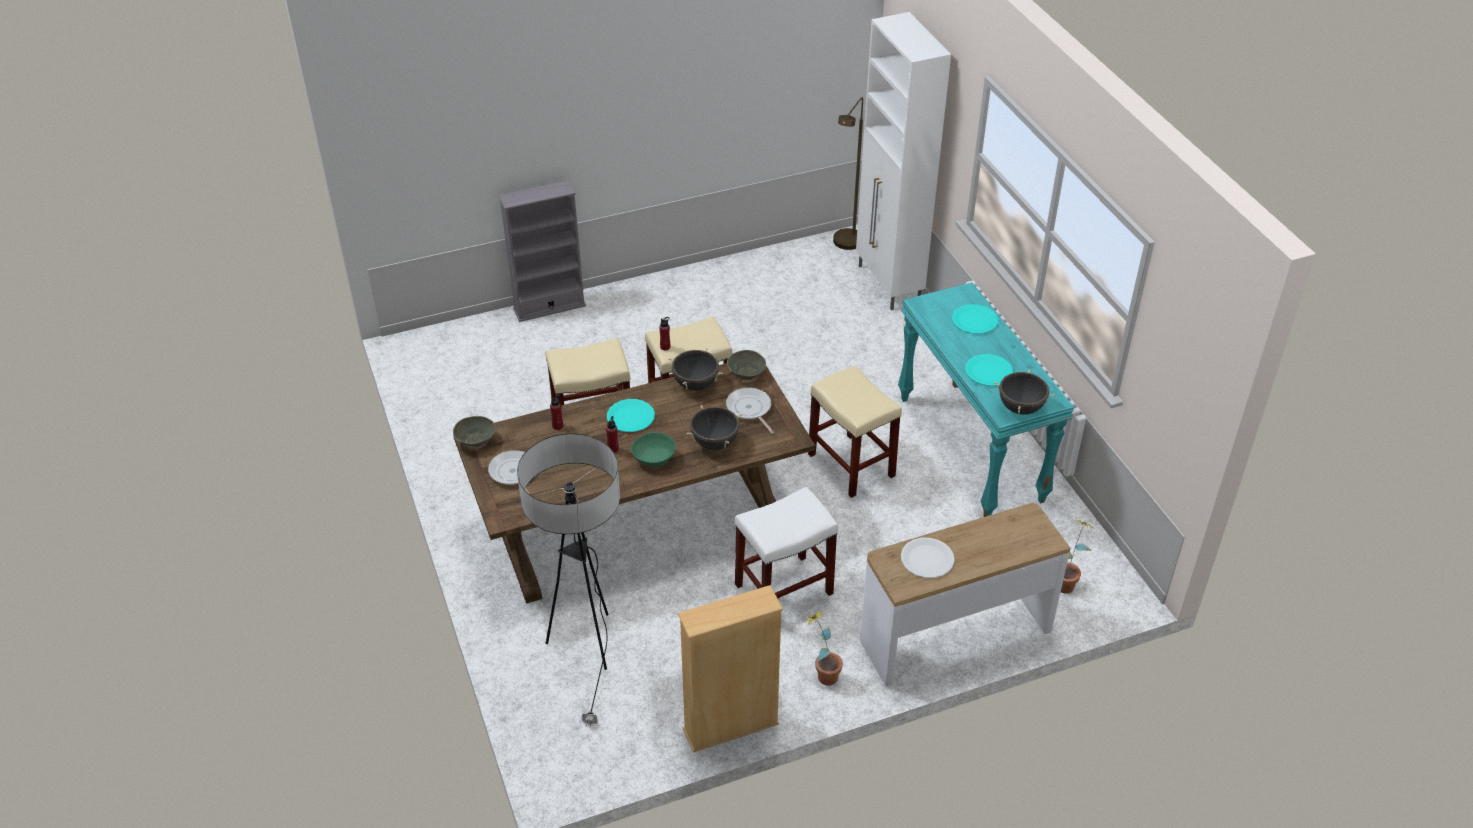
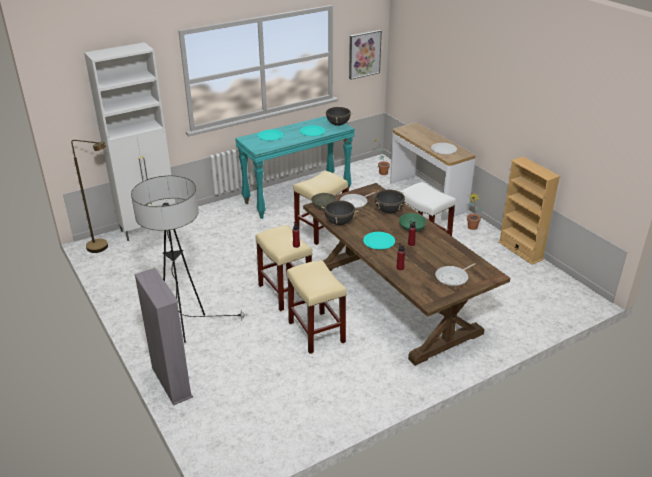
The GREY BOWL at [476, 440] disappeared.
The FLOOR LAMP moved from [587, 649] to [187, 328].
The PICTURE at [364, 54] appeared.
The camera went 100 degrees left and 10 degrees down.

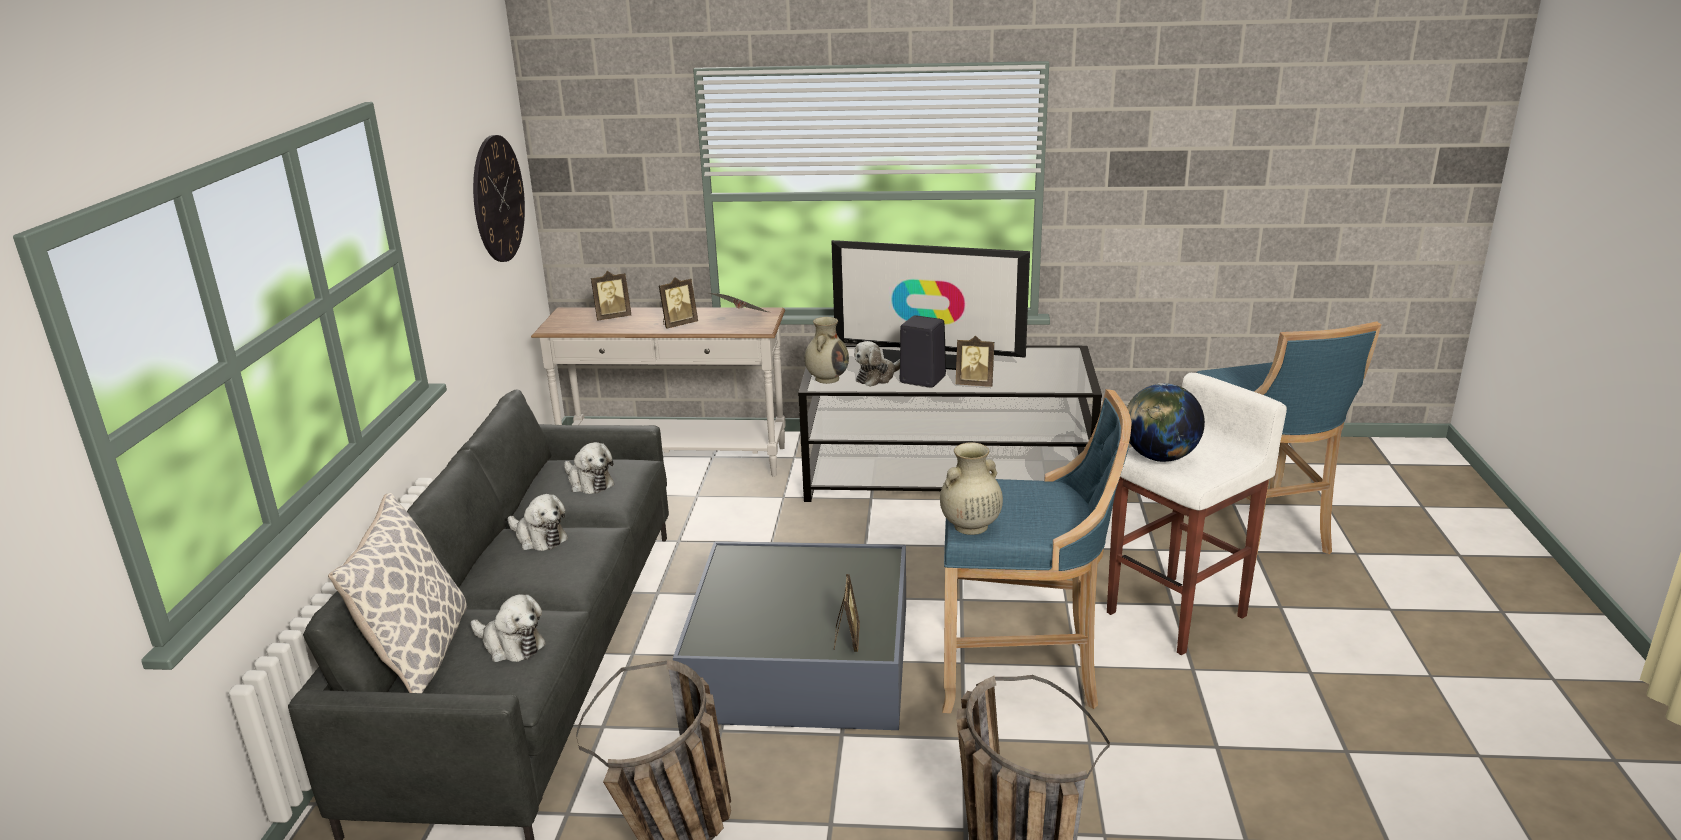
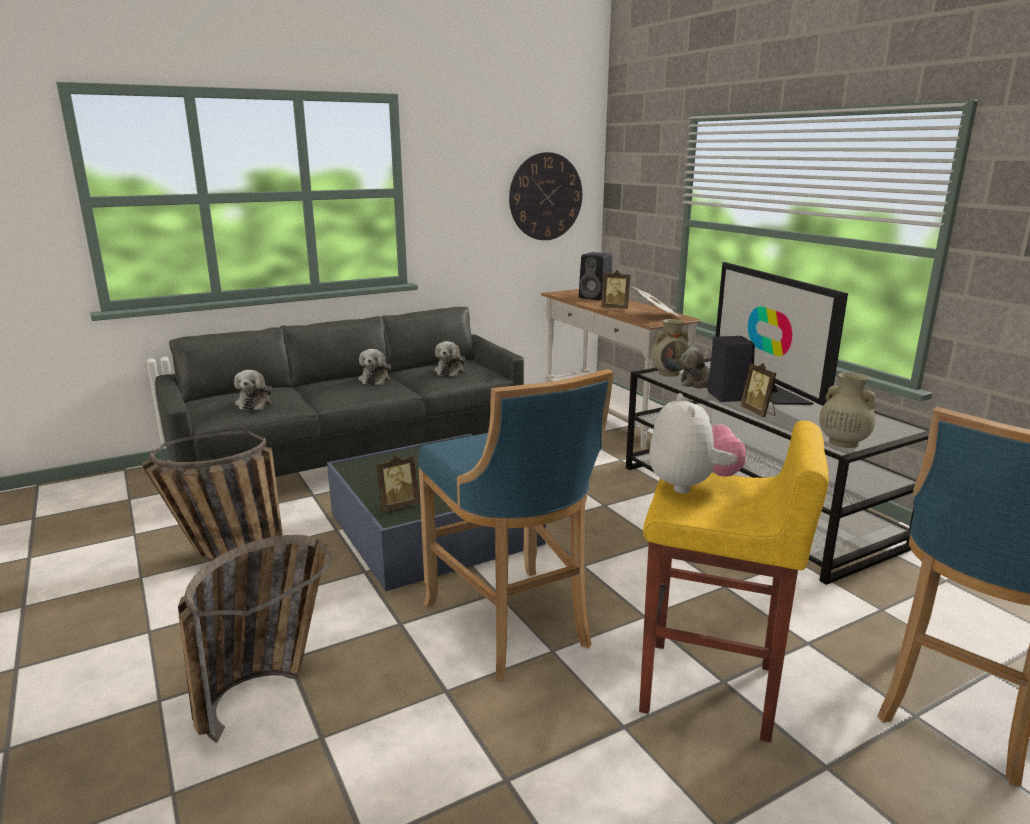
The PILLOW at [418, 652] disappeared.
The PICTURE FRAME at [613, 317] was replaced by the BLACK SPEAKER at [596, 297].
The BEIGE VASE moved from [970, 526] to [842, 442].
The WHITE STOOL at [1179, 614] became the YELLOW STOOL at [710, 690].
The GLOBE at [1160, 458] was replaced by the PLUSH TOY at [691, 485].
The camera went 55 degrees right and 5 degrees down.

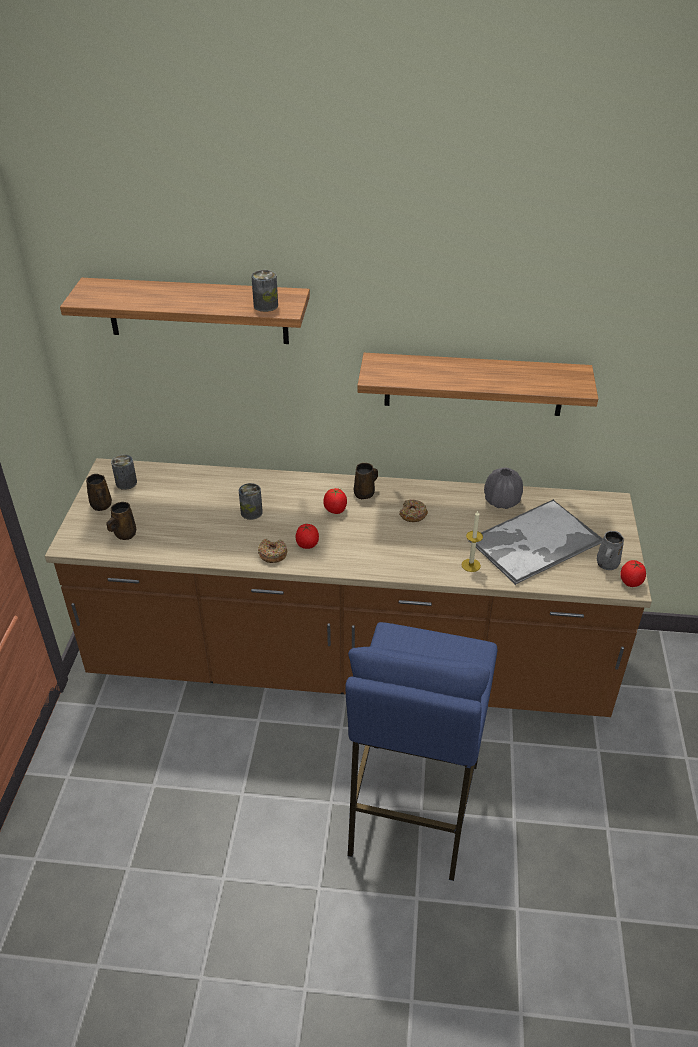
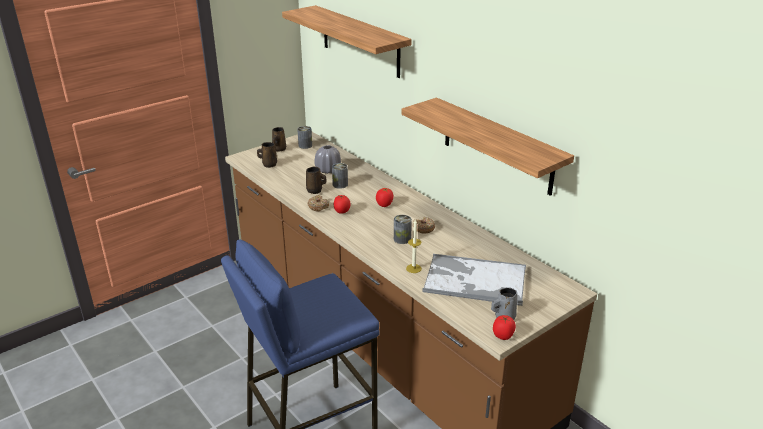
The CAN moved from [266, 305] to [402, 239].
The BROWN MUG moved from [365, 493] to [315, 191].
The GREY VASE moved from [501, 501] to [328, 170].
The camera went 45 degrees right and 10 degrees down.

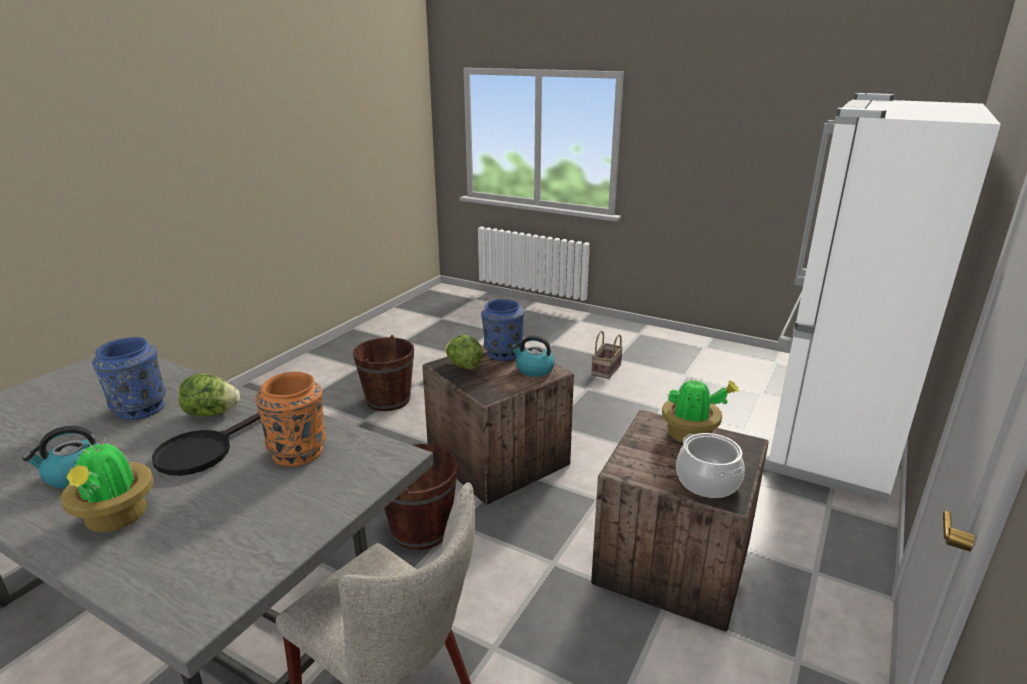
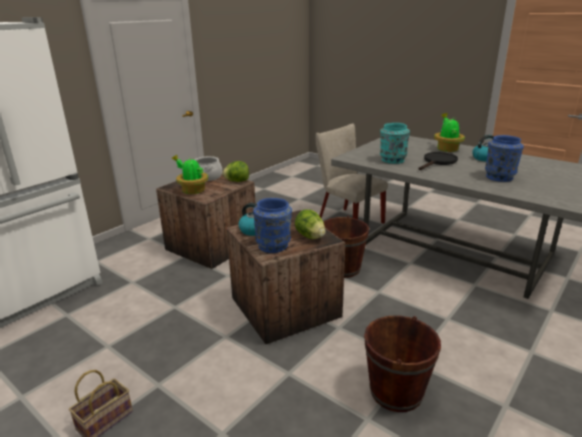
The LETTUCE moved from [211, 413] to [237, 181].
The ORANGE VASE at [298, 451] became the TURQUOISE VASE at [392, 160].
The camera went 170 degrees left and 0 degrees up.

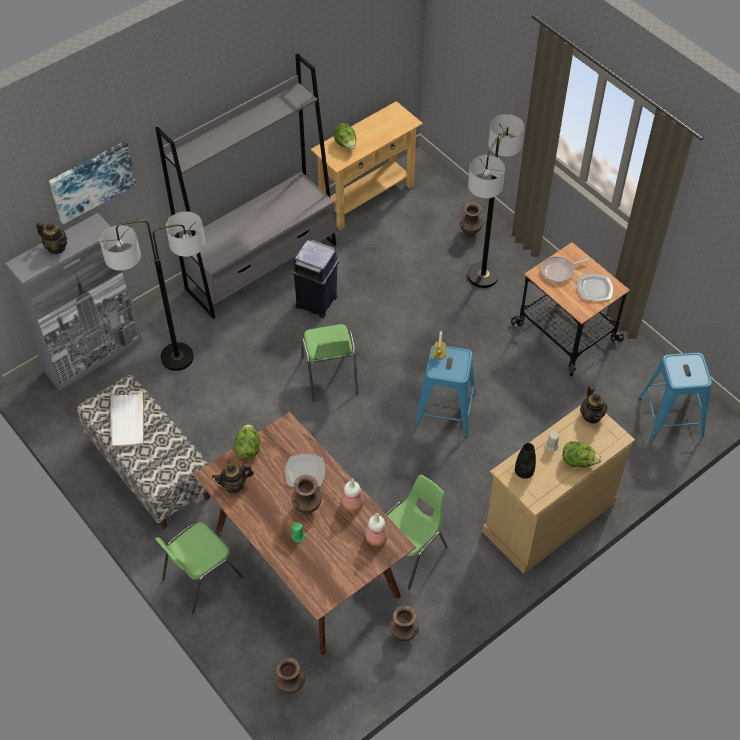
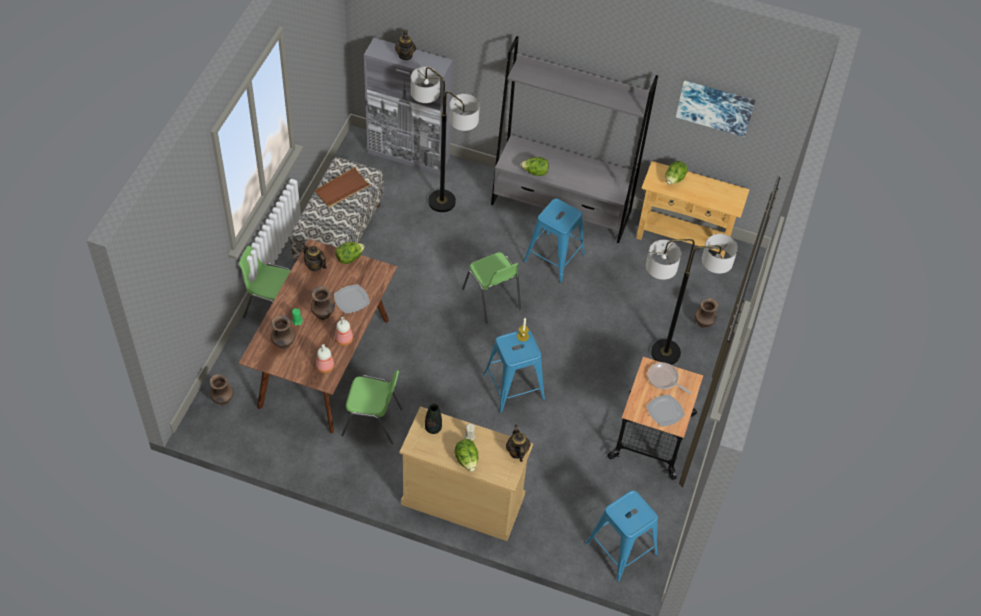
The PICTURE moved from [92, 181] to [715, 107].
The WHITE TRAY at [128, 421] became the BROWN TRAY at [342, 189].
The BLUE TRASH CAN at [317, 302] was replaced by the BLUE STOOL at [554, 258].
The GREEN CHAIR at [330, 376] turned 75 degrees counterclockwise.
The BROWN VASE moved from [404, 634] to [284, 345].
The TEAPOT at [591, 415] turned 120 degrees clockwise.
The LETTUCE at [535, 172] appeared.
The camera went 55 degrees right and 0 degrees up.

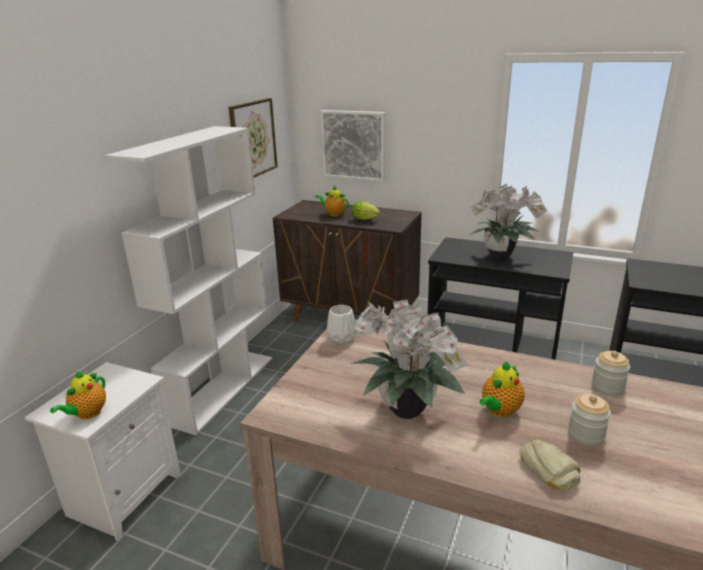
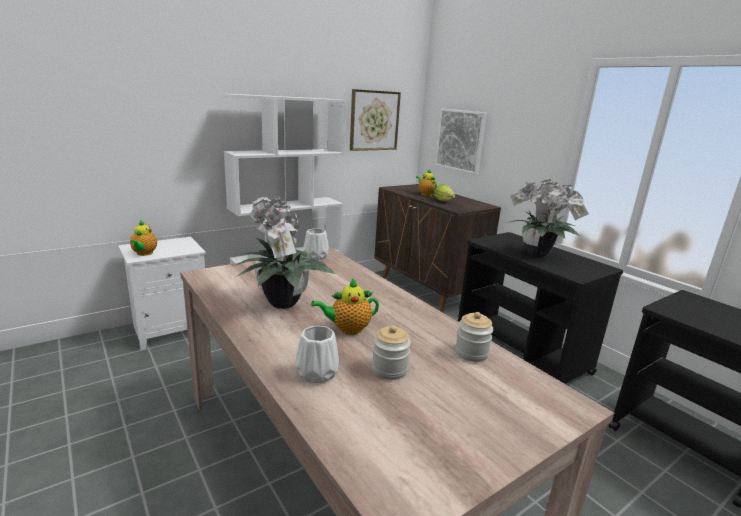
The TEAPOT at [87, 414] turned 60 degrees counterclockwise.
The BREAD at [549, 468] was replaced by the WHITE VASE at [318, 373].
The camera went 30 degrees right and 5 degrees down.

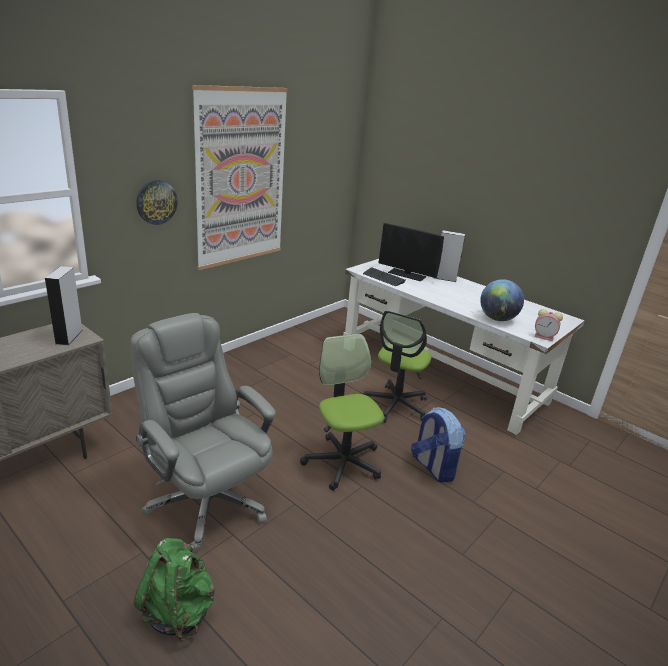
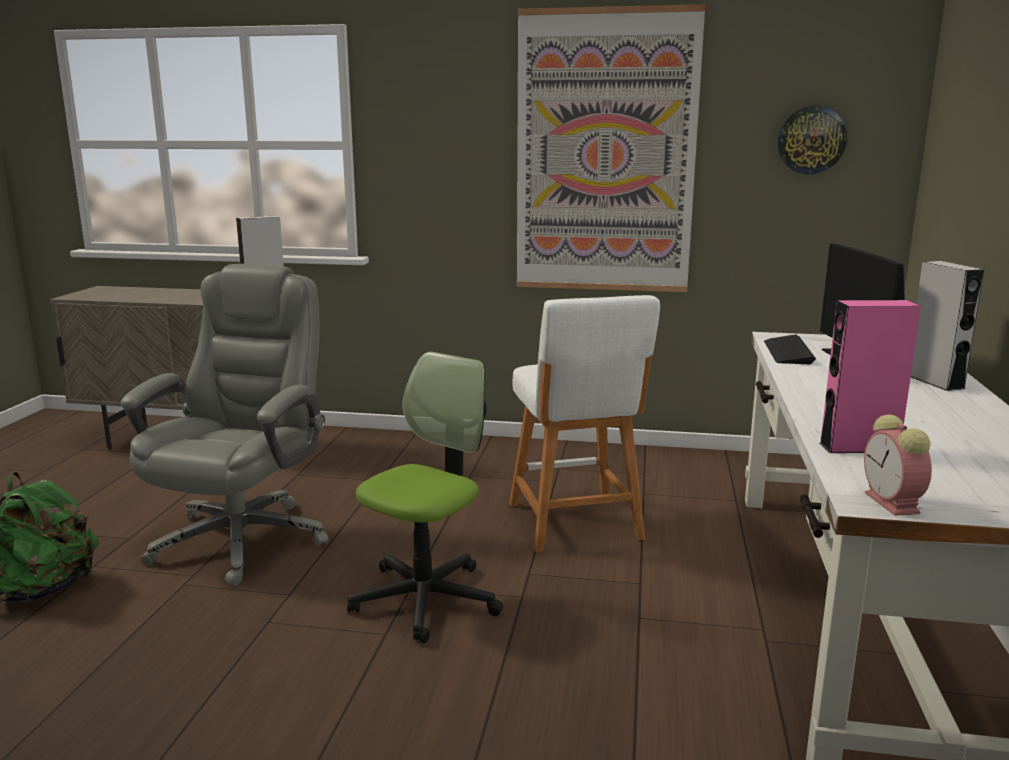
The WALL CLOCK moved from [156, 202] to [811, 140].
The OFFICE CHAIR at [395, 405] disappeared.
The BACKPACK at [433, 467] disappeared.
The GLOBE at [497, 319] was replaced by the PINK SPEAKER at [859, 447].
The WHITE STOOL at [576, 524] appeared.
The camera went 60 degrees right and 10 degrees down.

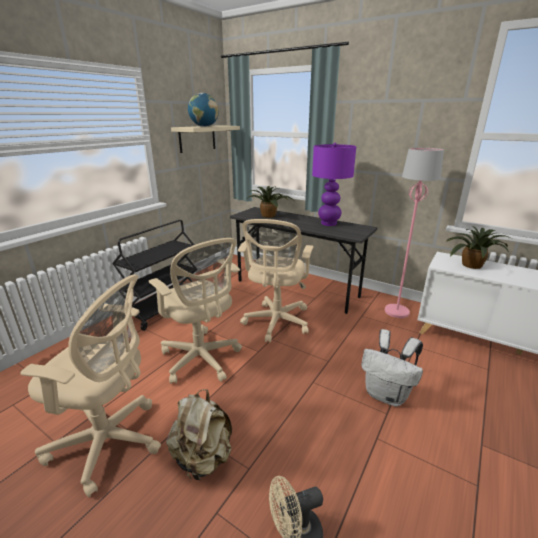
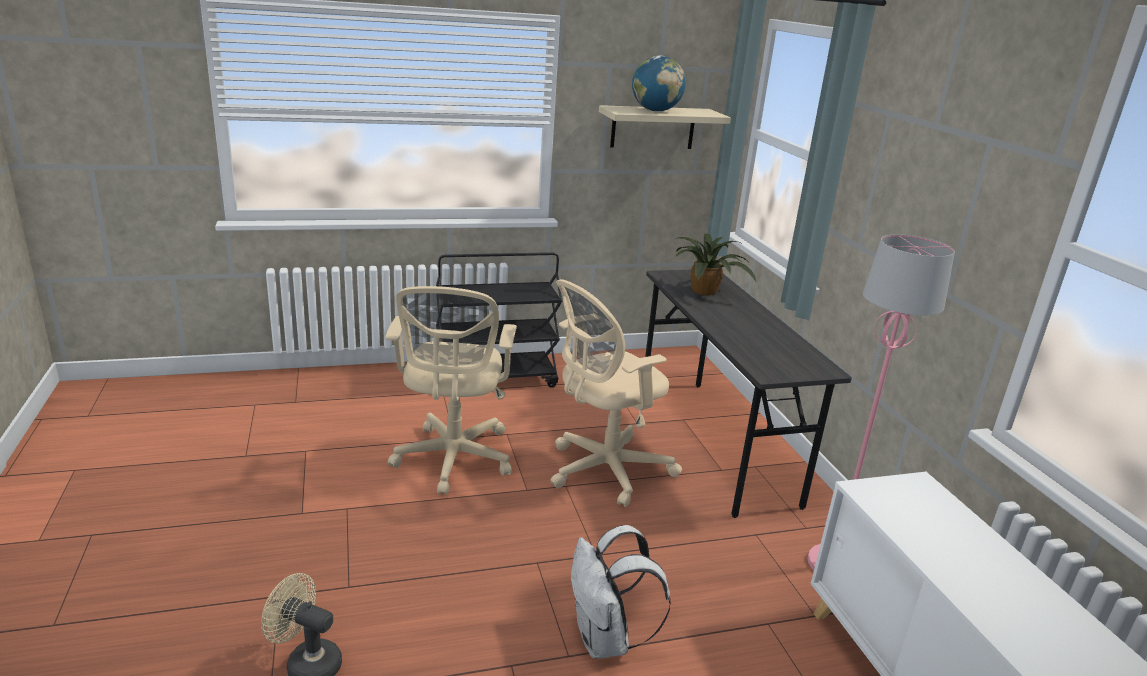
The BEIGE OFFICE CHAIR at [110, 442] disappeared.
The BEIGE BACKPACK at [203, 458] disappeared.
The PURPLE TABLE LAMP at [329, 223] disappeared.
The POTTED PLANT at [471, 266] disappeared.
The camera went 40 degrees right and 0 degrees up.

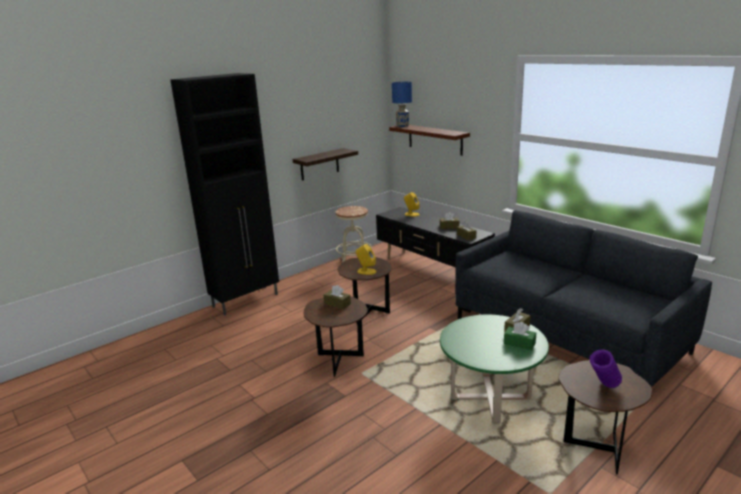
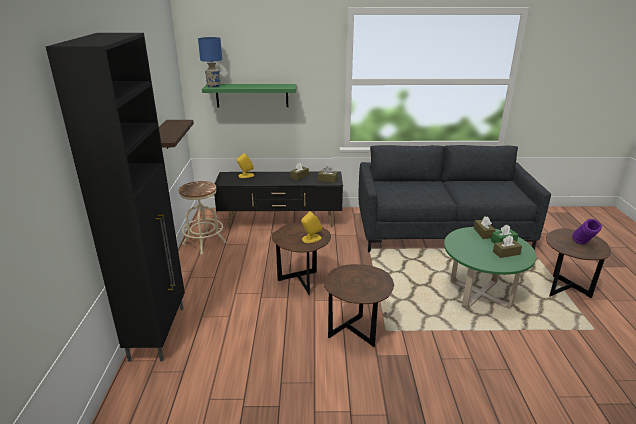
The BROWN TISSUE BOX moved from [337, 304] to [506, 253].
The BROWN SHELF at [435, 139] became the GREEN SHELF at [252, 95].
The camera went 50 degrees left and 5 degrees up.

